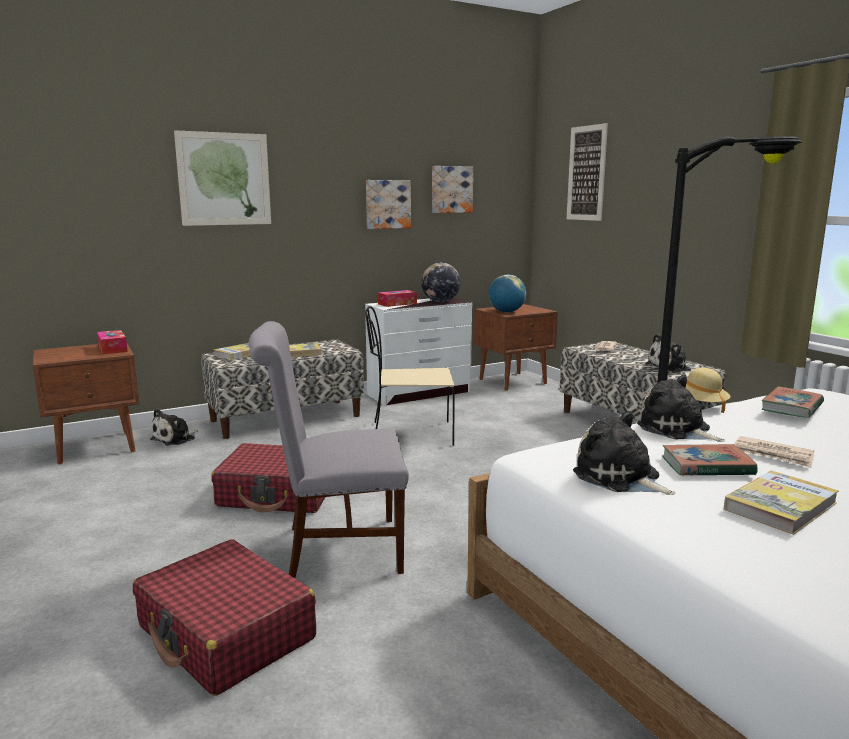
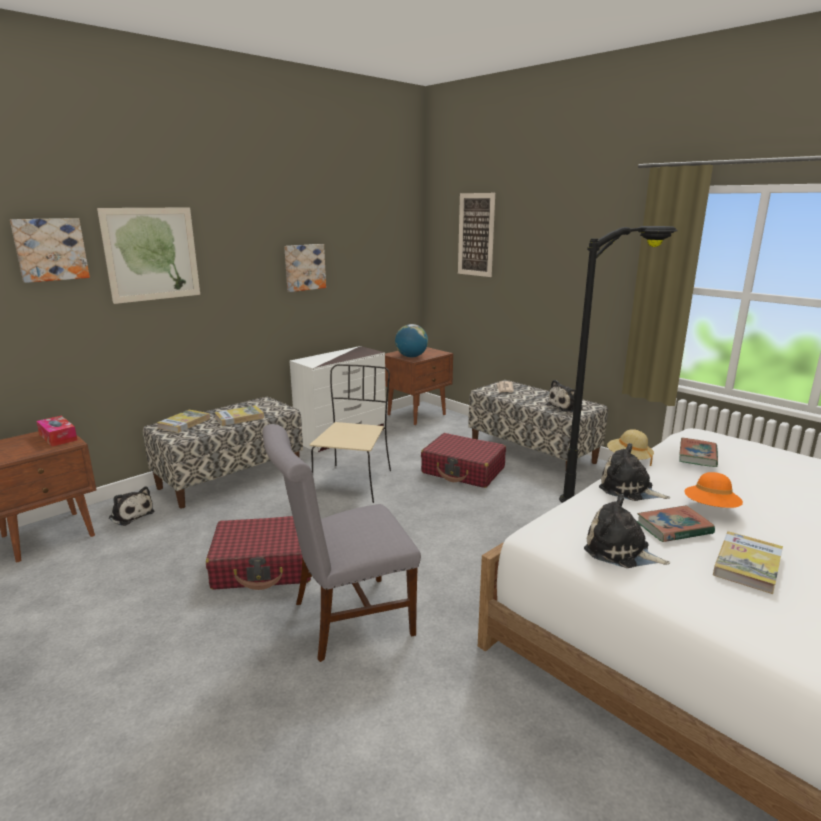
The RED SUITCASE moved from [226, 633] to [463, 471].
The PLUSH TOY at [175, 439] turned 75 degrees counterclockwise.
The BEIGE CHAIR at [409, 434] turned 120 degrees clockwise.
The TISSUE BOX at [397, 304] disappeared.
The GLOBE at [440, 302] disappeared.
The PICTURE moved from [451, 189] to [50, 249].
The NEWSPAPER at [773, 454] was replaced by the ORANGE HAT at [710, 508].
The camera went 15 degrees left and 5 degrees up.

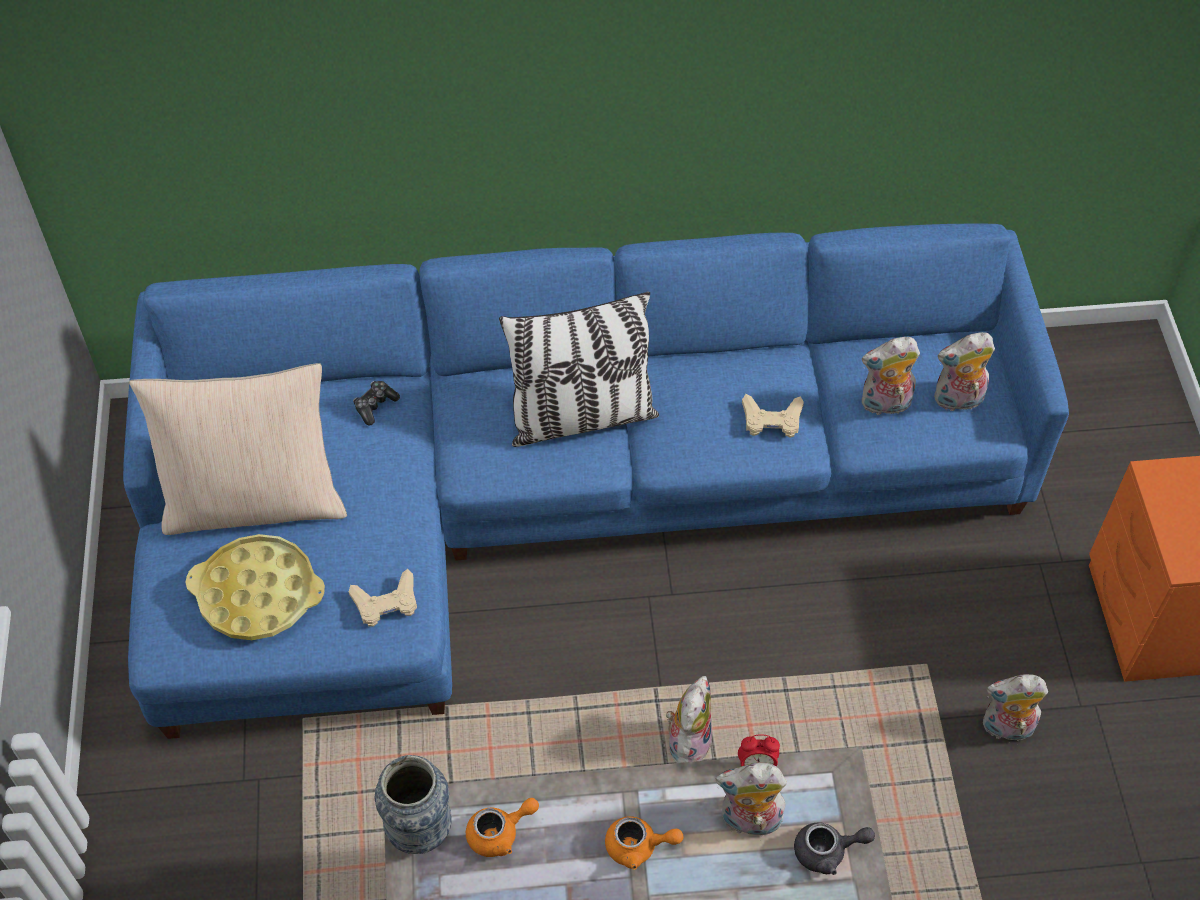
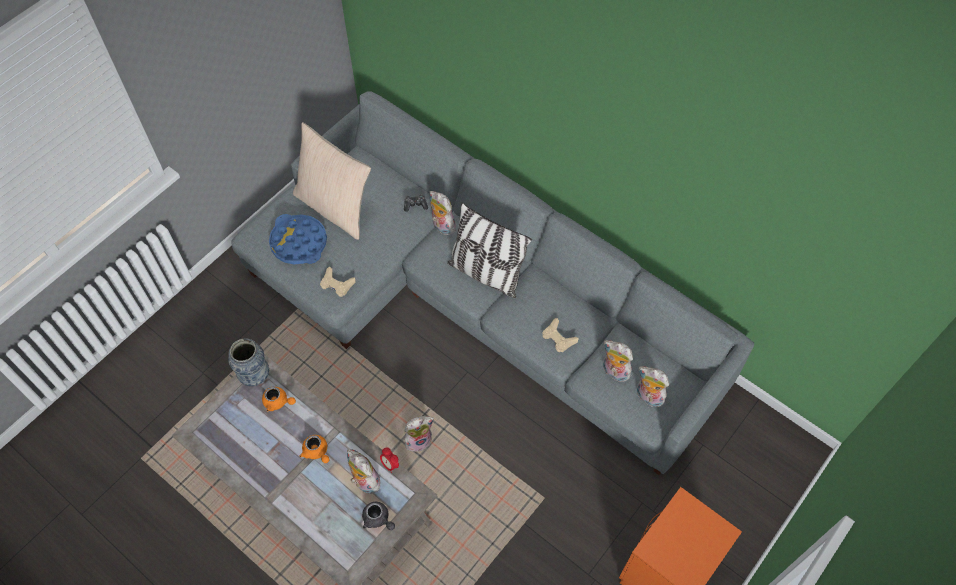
The BLUE SOFA at [545, 497] became the GREY SOFA at [473, 298].
The YELLOW TRAY at [258, 594] became the BLUE TRAY at [299, 243].
The PLUSH TOY moved from [1006, 728] to [441, 226].
The camera went 45 degrees right and 5 degrees up.

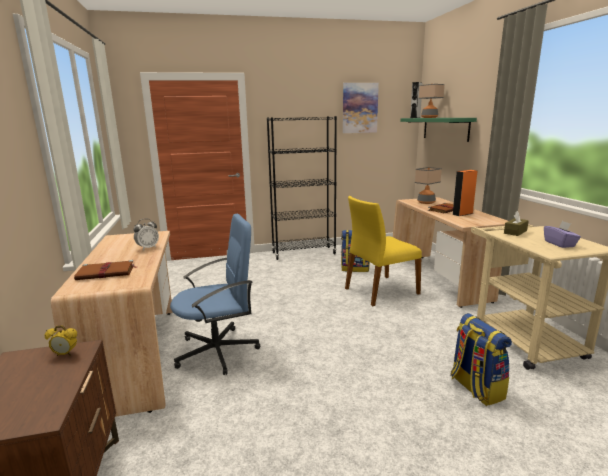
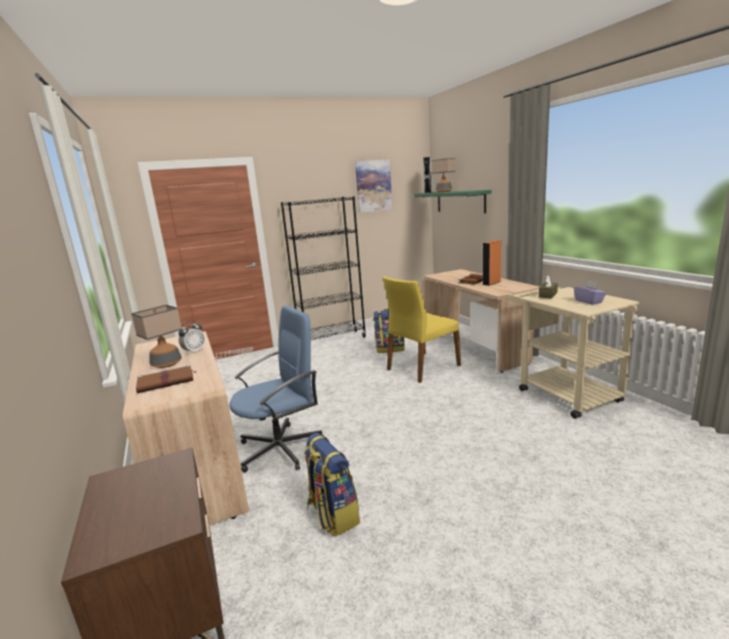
The ALARM CLOCK at [65, 354] disappeared.
The TABLE LAMP moved from [426, 202] to [166, 364].
The BACKPACK moved from [475, 388] to [332, 515].
The camera went 10 degrees left and 0 degrees up.

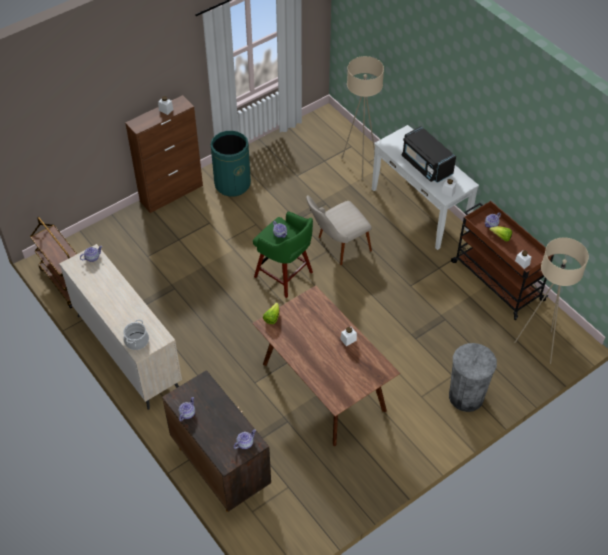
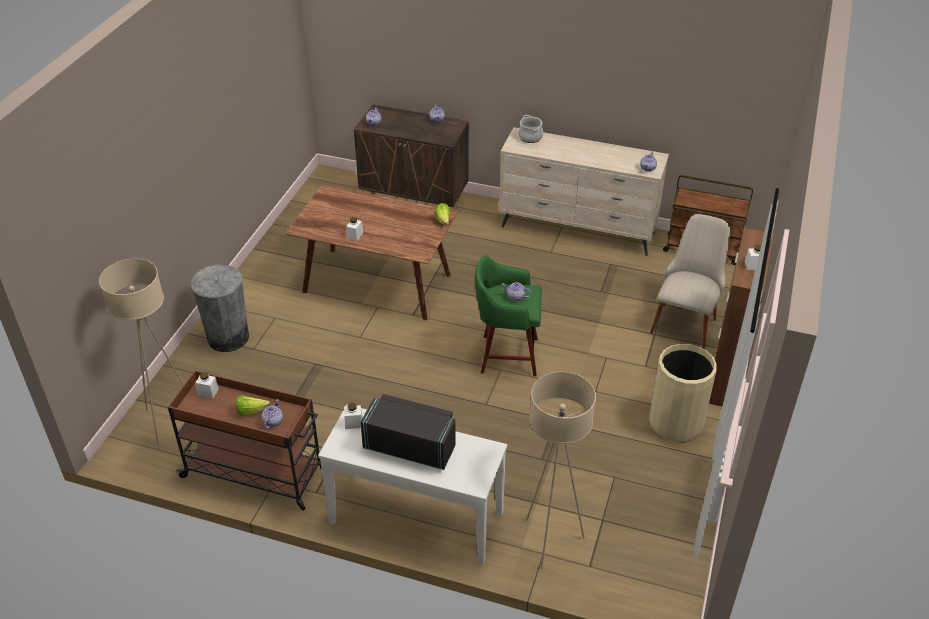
The GREEN TRASH CAN at [232, 184] became the BEIGE TRASH CAN at [675, 423].
The BEIGE CHAIR moved from [337, 247] to [686, 319].
The camera went 145 degrees right and 10 degrees down.

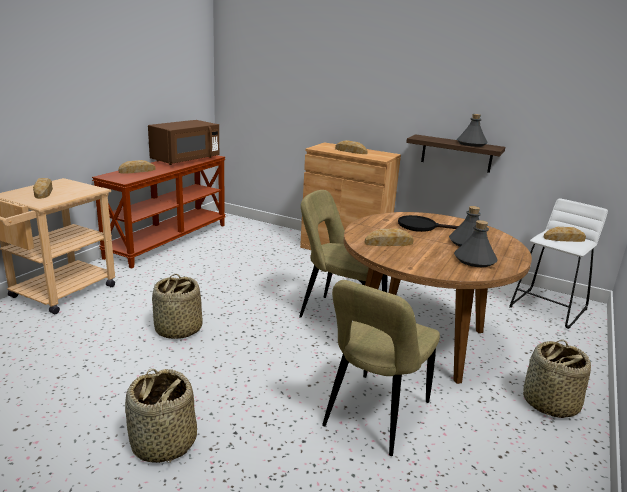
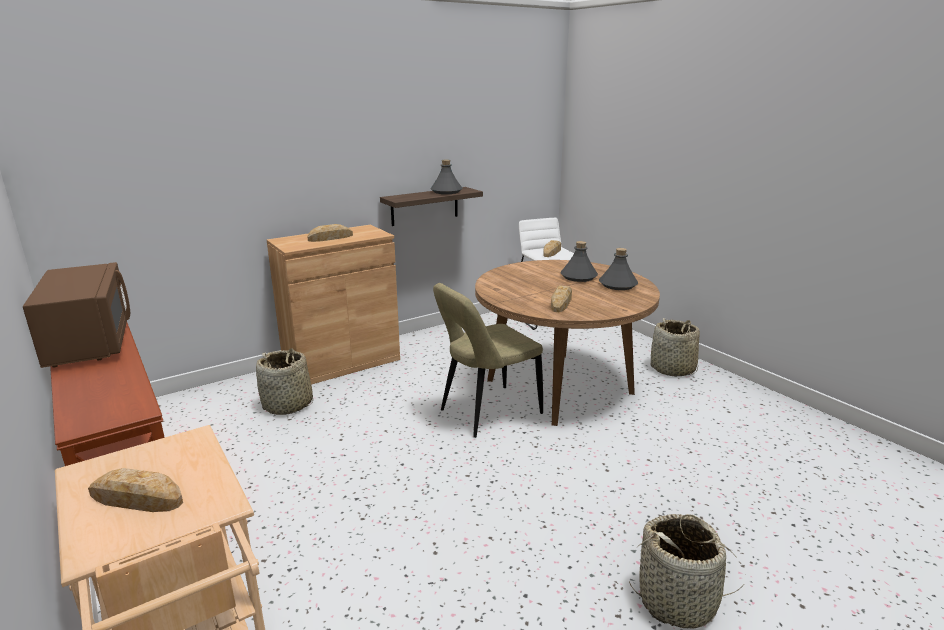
The BREAD at [137, 171] disappeared.
The BASKET moved from [178, 329] to [288, 405].
The BEIGE CHAIR at [374, 416] disappeared.
The BLACK FRYING PAN at [422, 226] disappeared.
The camera went 60 degrees left and 0 degrees up.

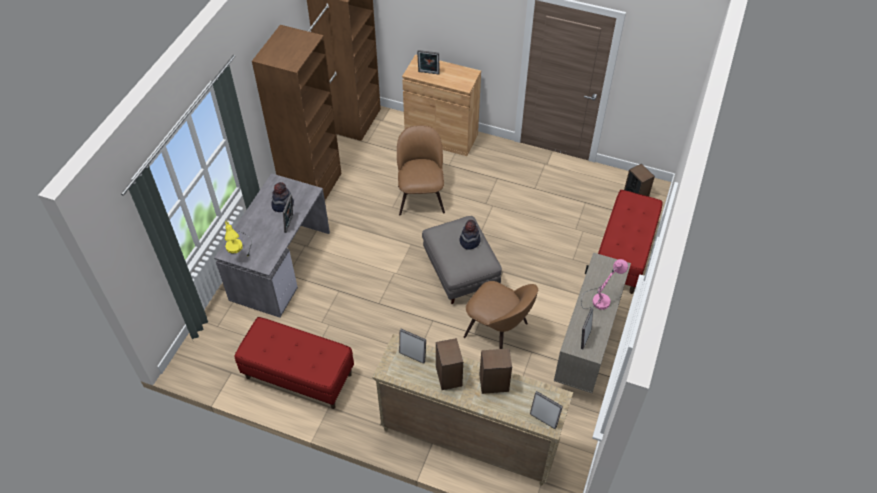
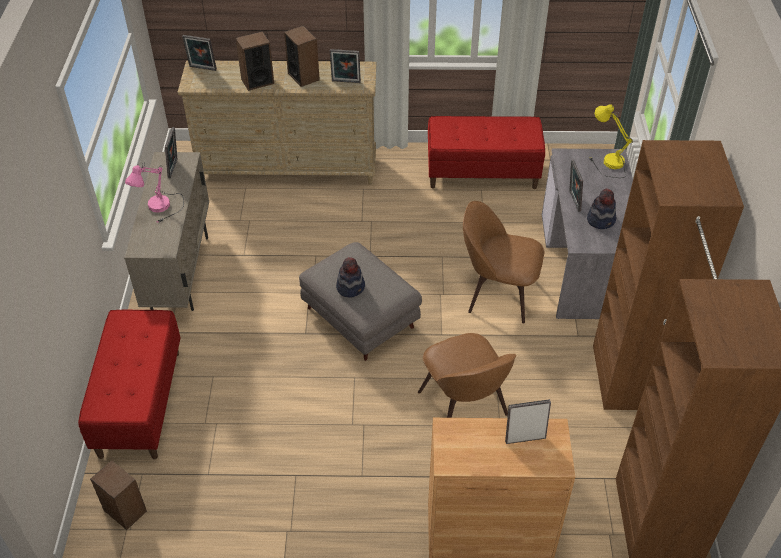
The BROWN CHAIR moved from [498, 331] to [498, 293].
The camera went 160 degrees right and 5 degrees down.

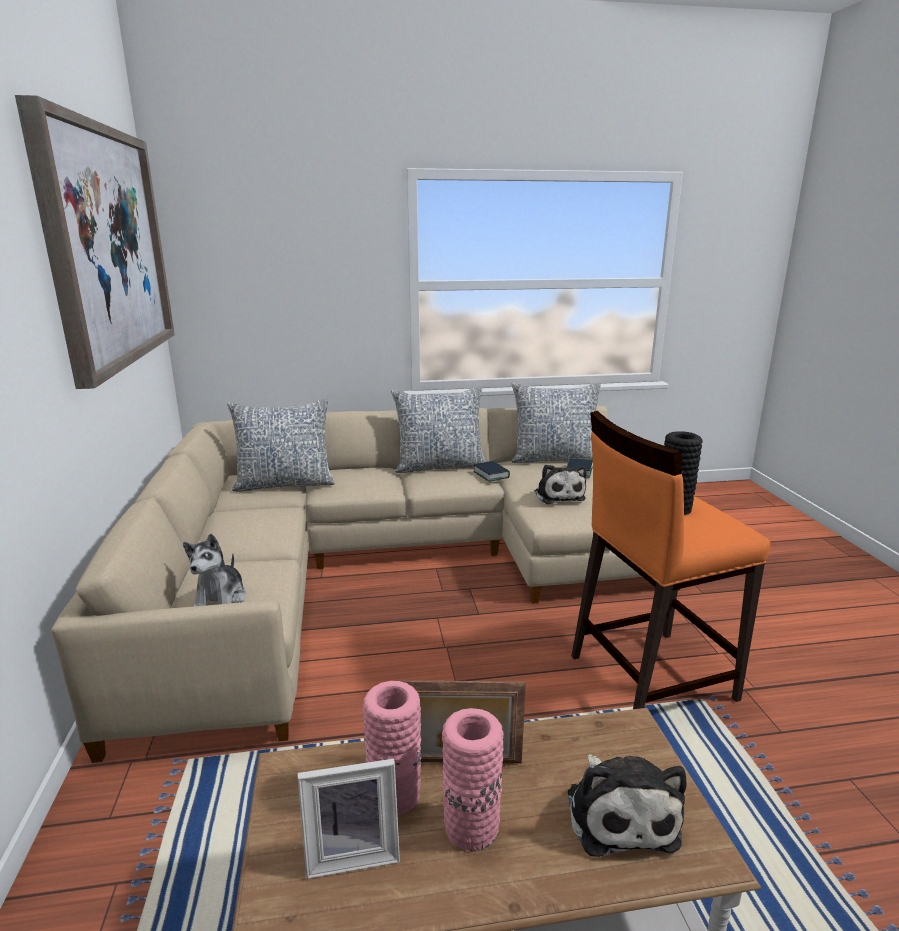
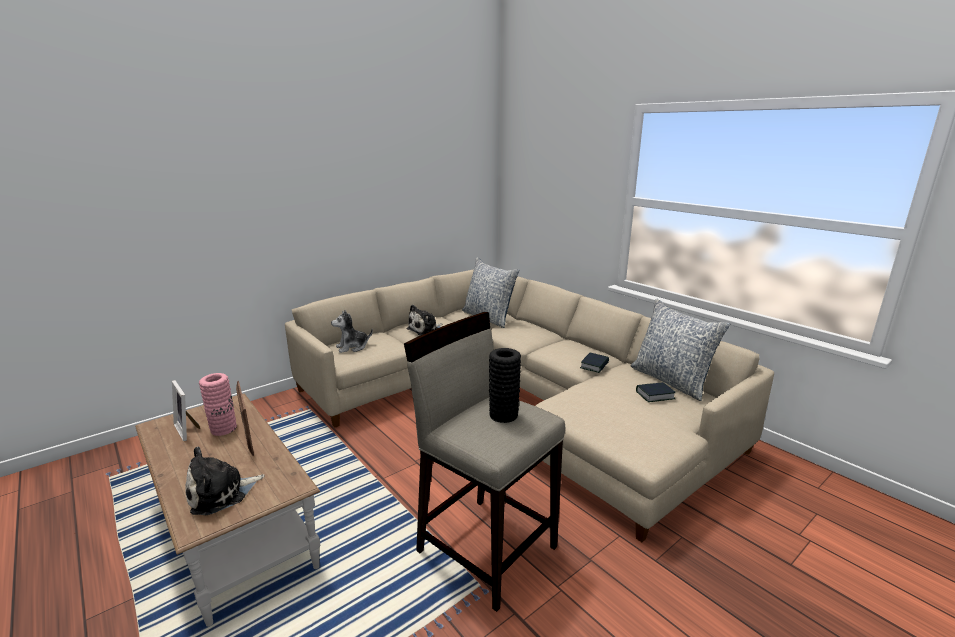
The PICTURE at [108, 247] disappeared.
The PILLOW at [440, 466] disappeared.
The PINK VASE at [471, 827] disappeared.
The PLUSH TOY moved from [558, 495] to [425, 330].
The ORANGE STOOL at [649, 677] became the BEIGE STOOL at [486, 547].
The camera went 60 degrees right and 0 degrees up.

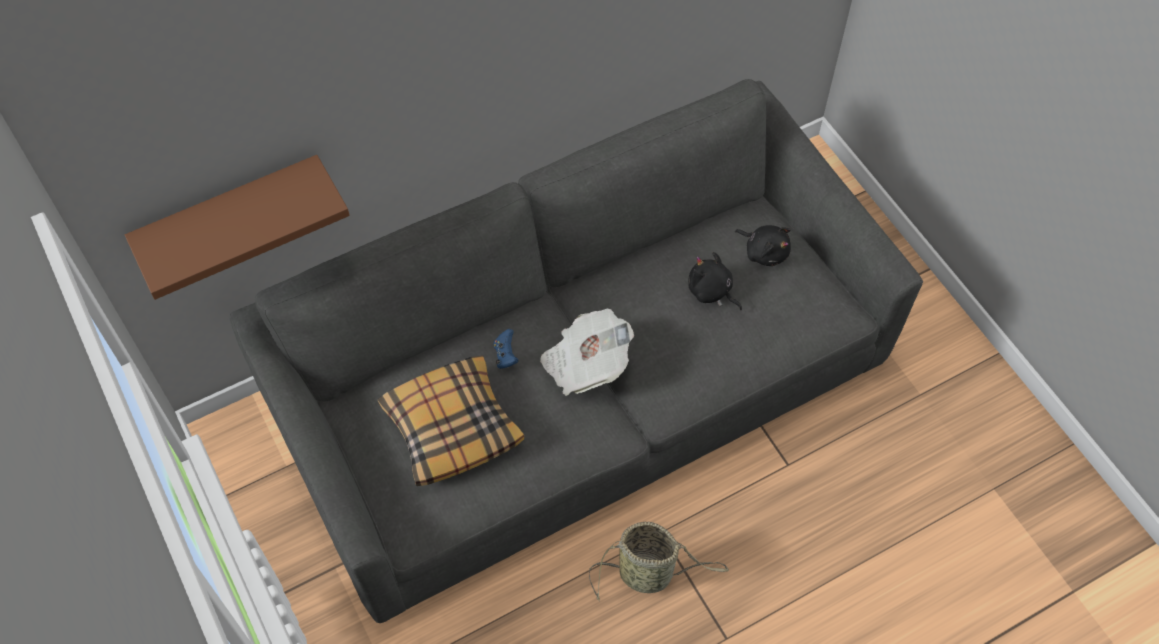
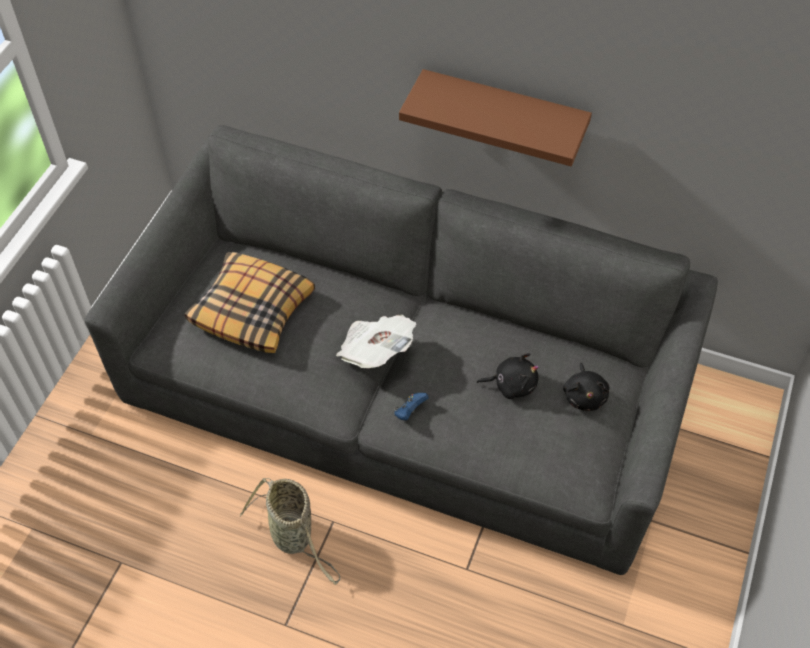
The BROWN SHELF moved from [231, 215] to [503, 114].
The BLUE GAME CONTROLLER moved from [505, 355] to [410, 411].
The BLACK PLUSH TOY at [711, 291] turned 90 degrees clockwise.
The camera went 50 degrees right and 5 degrees down.

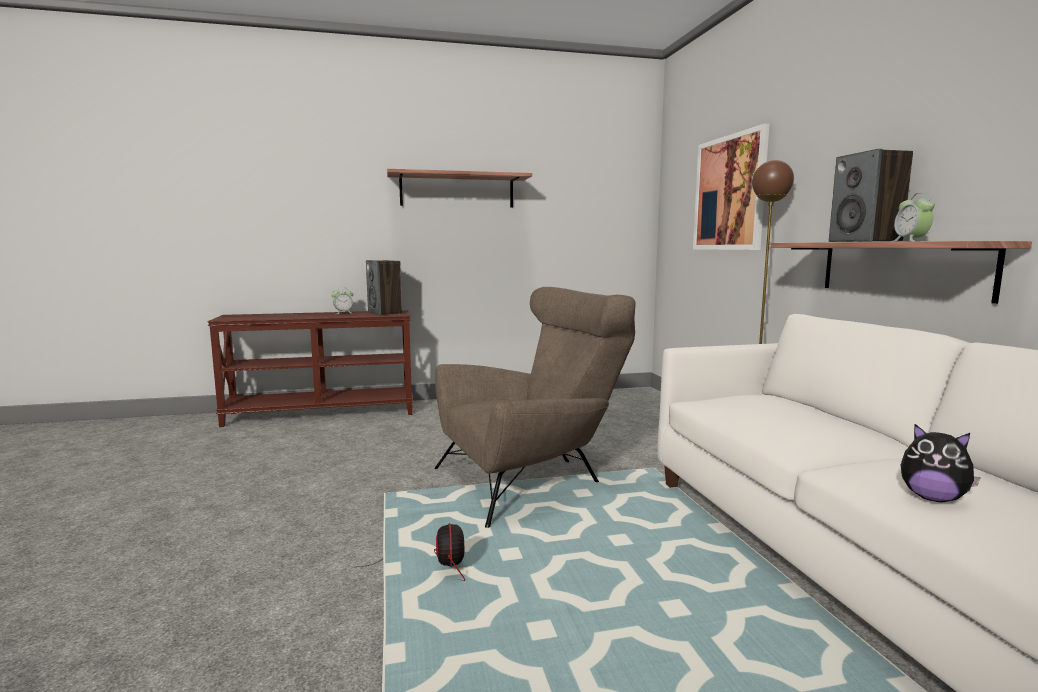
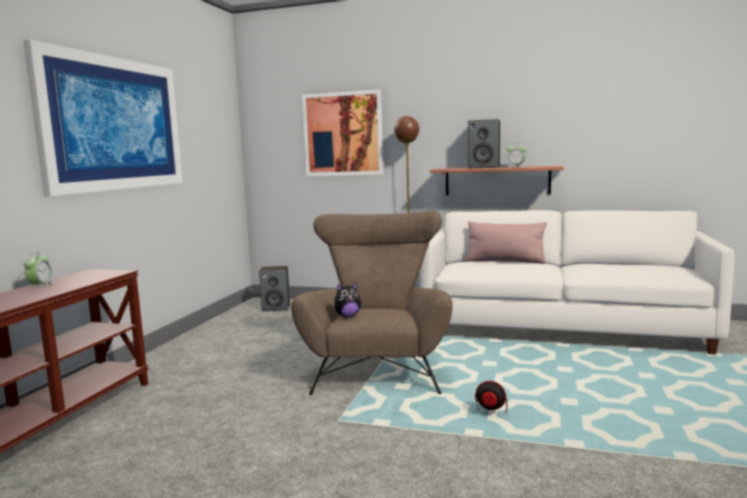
The SPEAKER moved from [385, 313] to [276, 308].
The SHELF at [457, 191] was replaced by the PICTURE at [113, 124].
The PLUSH TOY moved from [933, 498] to [347, 316].
The PINK PILLOW at [505, 261] appeared.
The camera went 60 degrees left and 0 degrees up.

